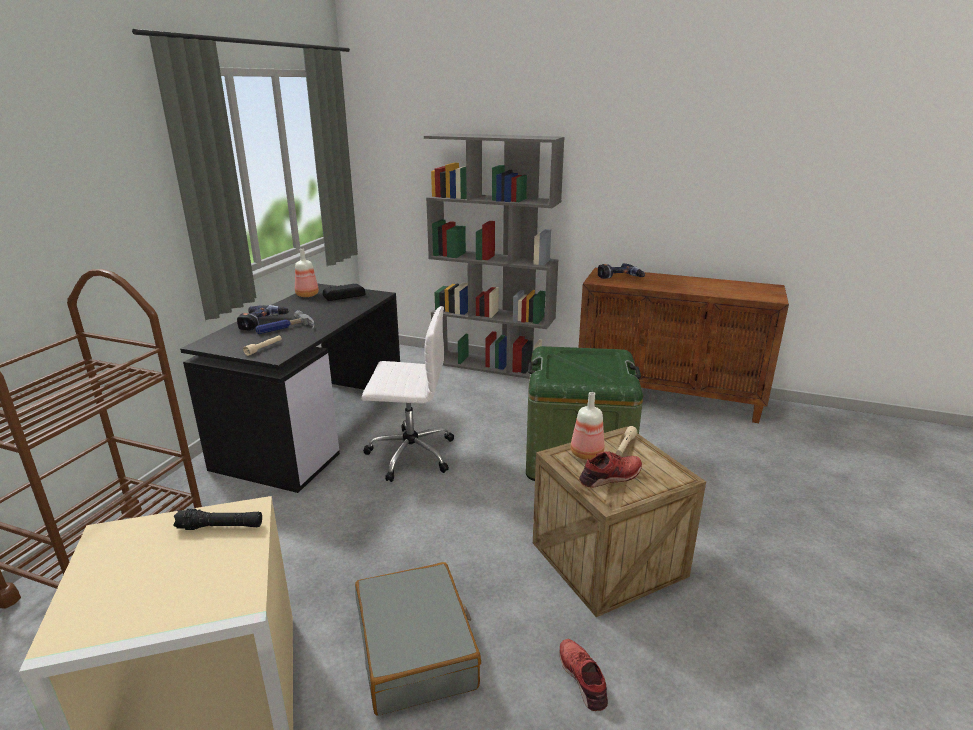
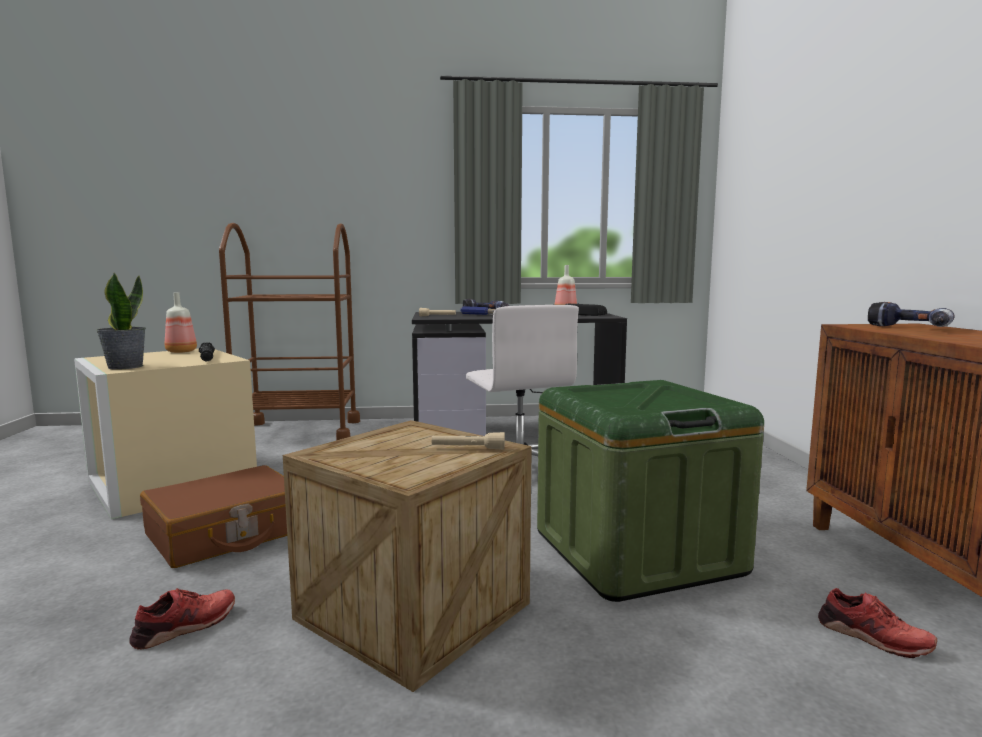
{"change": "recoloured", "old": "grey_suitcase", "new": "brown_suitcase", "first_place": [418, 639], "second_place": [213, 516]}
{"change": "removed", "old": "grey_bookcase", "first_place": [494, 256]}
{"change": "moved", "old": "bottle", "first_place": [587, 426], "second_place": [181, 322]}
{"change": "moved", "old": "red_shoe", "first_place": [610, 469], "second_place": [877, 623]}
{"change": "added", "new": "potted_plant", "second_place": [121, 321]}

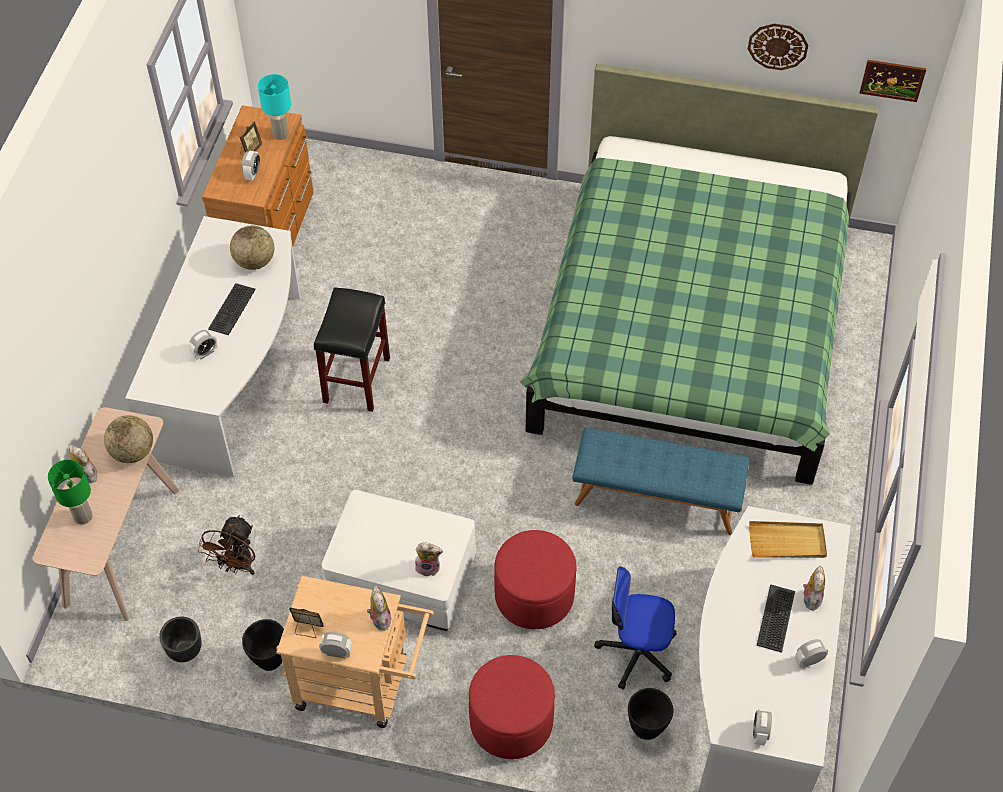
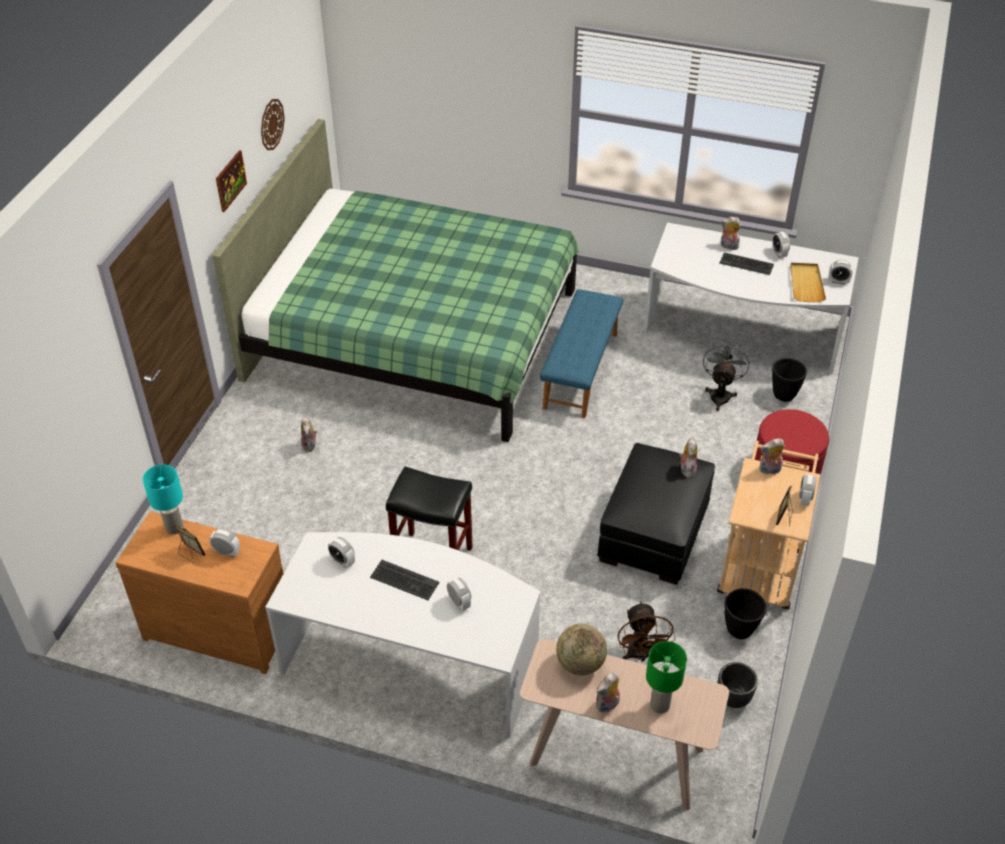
{"change": "turned", "old": "brown_fan", "first_place": [226, 545], "second_place": [647, 631], "degrees": 60}
{"change": "replaced", "old": "globe", "new": "alarm_clock", "first_place": [252, 247], "second_place": [341, 552]}
{"change": "recoloured", "old": "white_ottoman", "new": "black_ottoman", "first_place": [399, 560], "second_place": [656, 514]}
{"change": "removed", "old": "red_ottoman", "first_place": [535, 579]}
{"change": "replaced", "old": "office_chair", "new": "grey_fan", "first_place": [635, 627], "second_place": [726, 375]}
{"change": "moved", "old": "beige_tray", "first_place": [788, 539], "second_place": [808, 282]}
{"change": "moved", "old": "picture", "first_place": [892, 81], "second_place": [231, 181]}
{"change": "added", "new": "plush_toy", "second_place": [309, 434]}

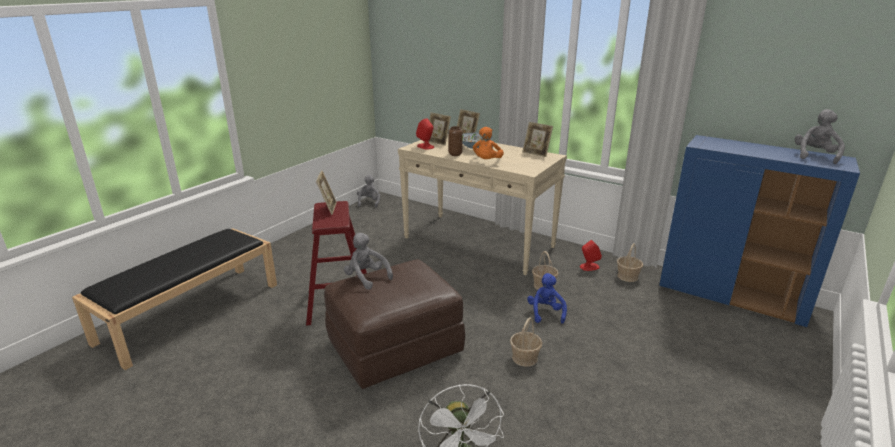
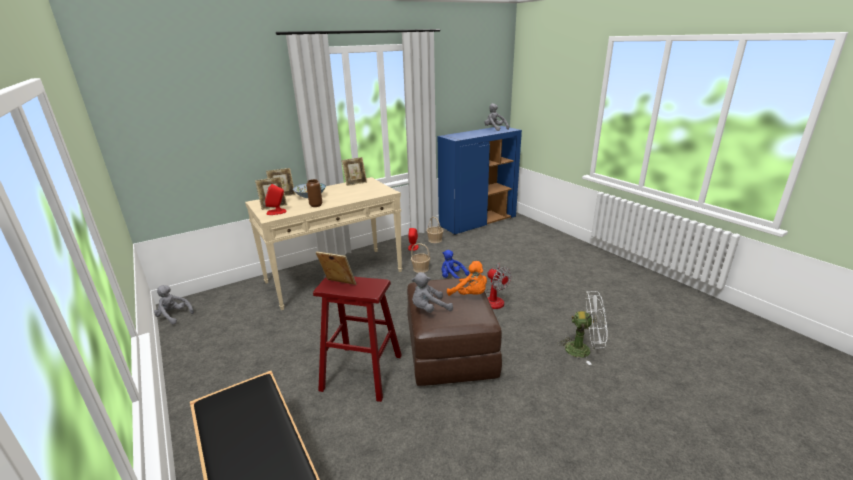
{"change": "moved", "old": "orange_plush_toy", "first_place": [488, 143], "second_place": [467, 278]}
{"change": "replaced", "old": "basket", "new": "fan", "first_place": [526, 342], "second_place": [499, 286]}

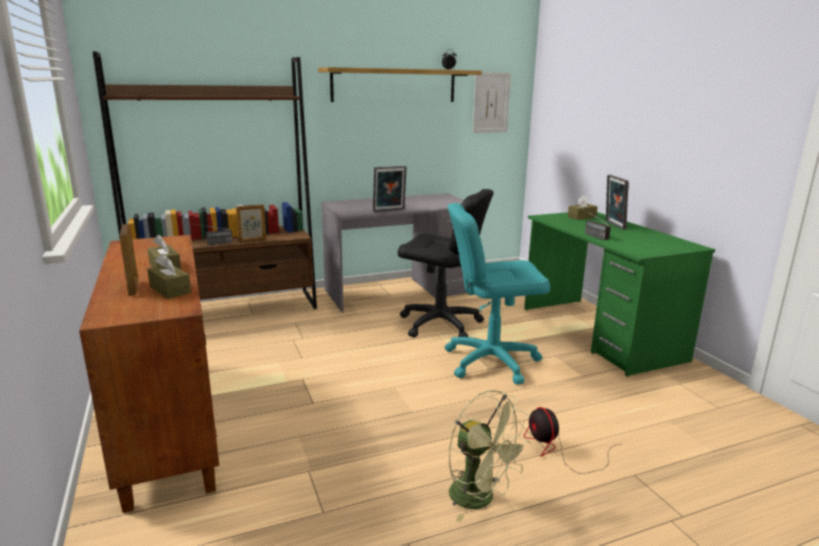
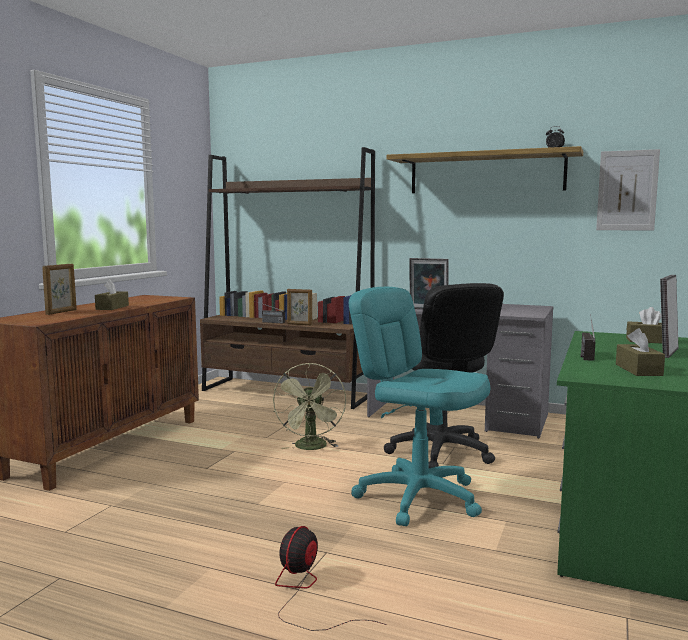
{"change": "moved", "old": "brown_tissue_box", "first_place": [169, 276], "second_place": [640, 352]}
{"change": "moved", "old": "green_fan", "first_place": [490, 456], "second_place": [309, 406]}

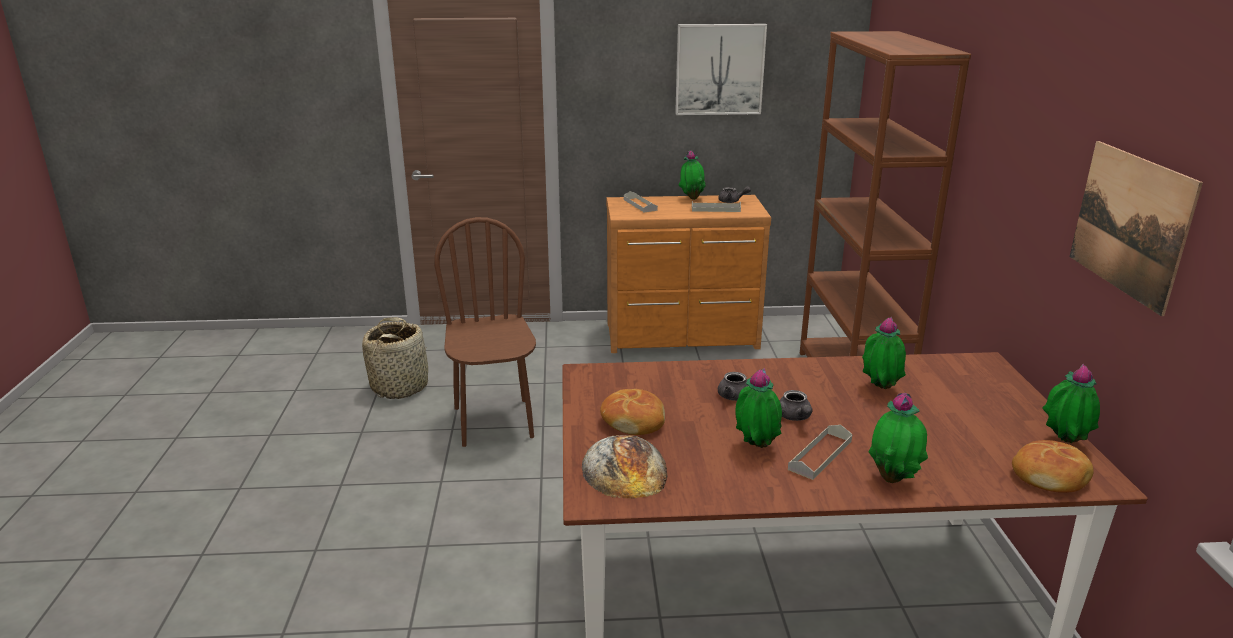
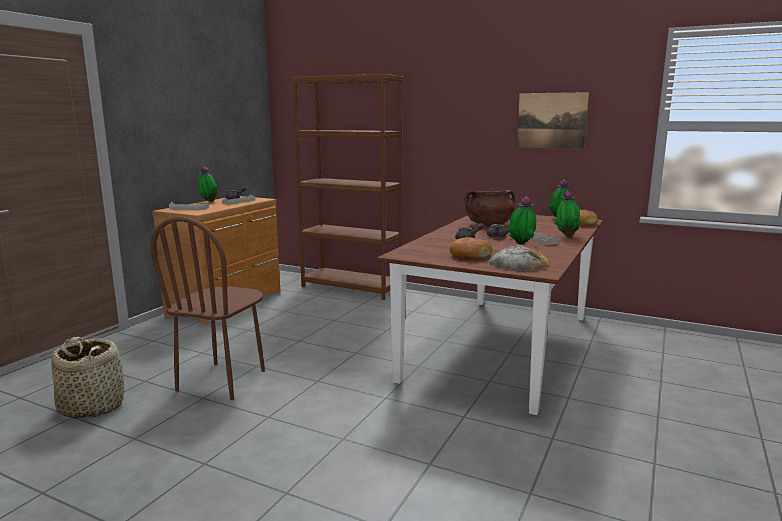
{"change": "turned", "old": "brown_chair", "first_place": [485, 332], "second_place": [208, 308], "degrees": -90}
{"change": "removed", "old": "picture", "first_place": [721, 69]}
{"change": "replaced", "old": "potted_plant", "new": "brown_cooking_pot", "first_place": [884, 353], "second_place": [490, 208]}

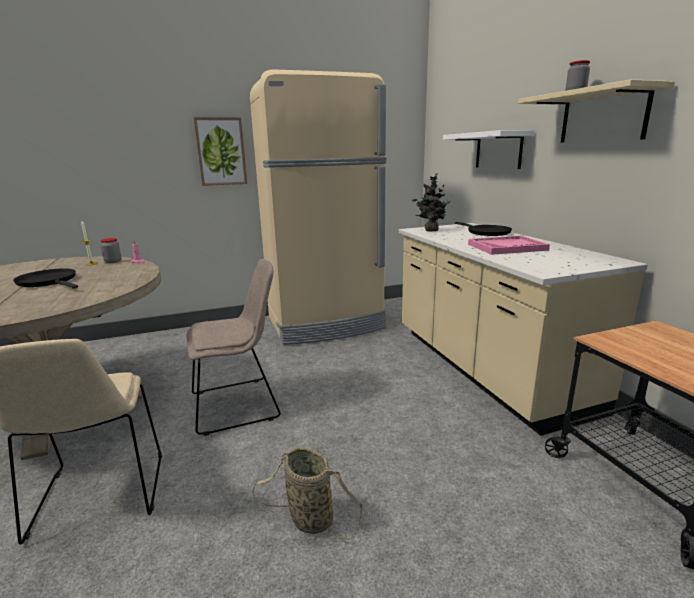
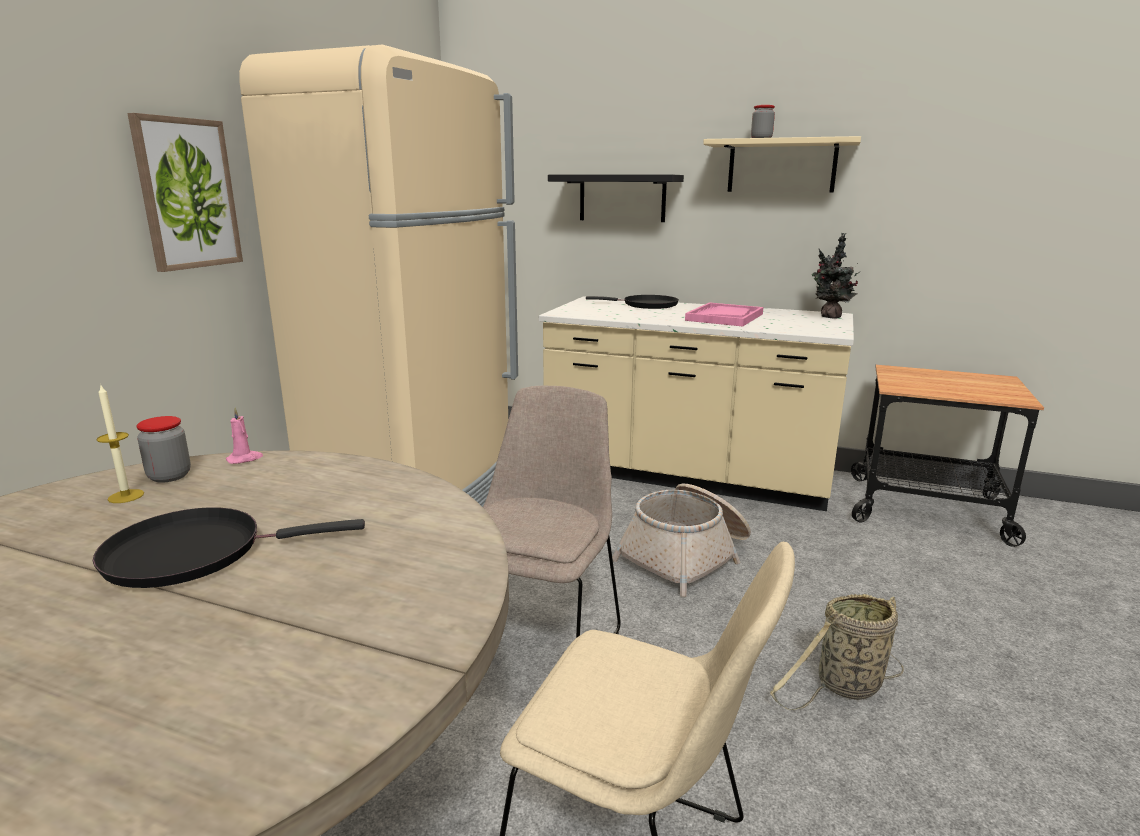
{"change": "moved", "old": "potted_plant", "first_place": [431, 202], "second_place": [836, 275]}
{"change": "recoloured", "old": "white_shelf", "new": "black_shelf", "first_place": [488, 149], "second_place": [616, 198]}
{"change": "added", "new": "basket", "second_place": [681, 540]}

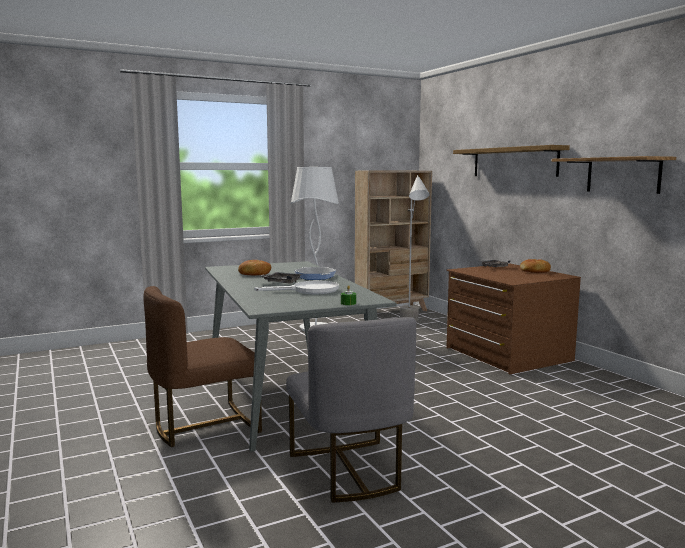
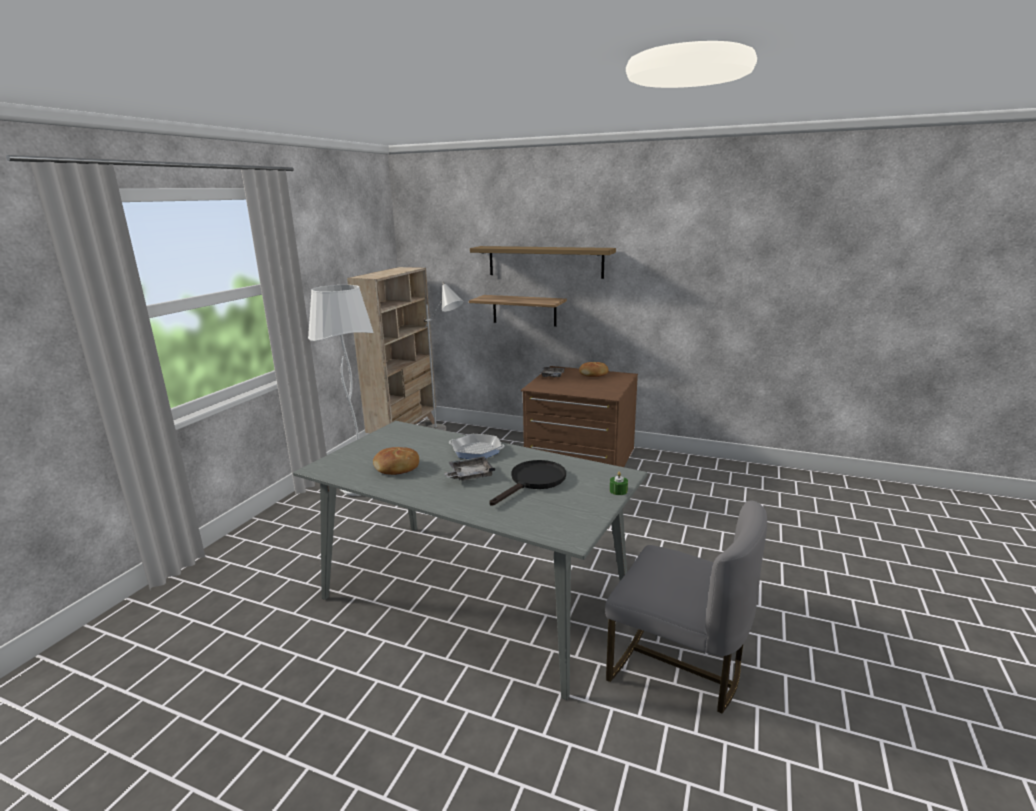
{"change": "removed", "old": "brown_chair", "first_place": [202, 366]}
{"change": "recoloured", "old": "white_frying_pan", "new": "black_frying_pan", "first_place": [296, 287], "second_place": [527, 482]}
{"change": "moved", "old": "shelf", "first_place": [614, 175], "second_place": [518, 311]}

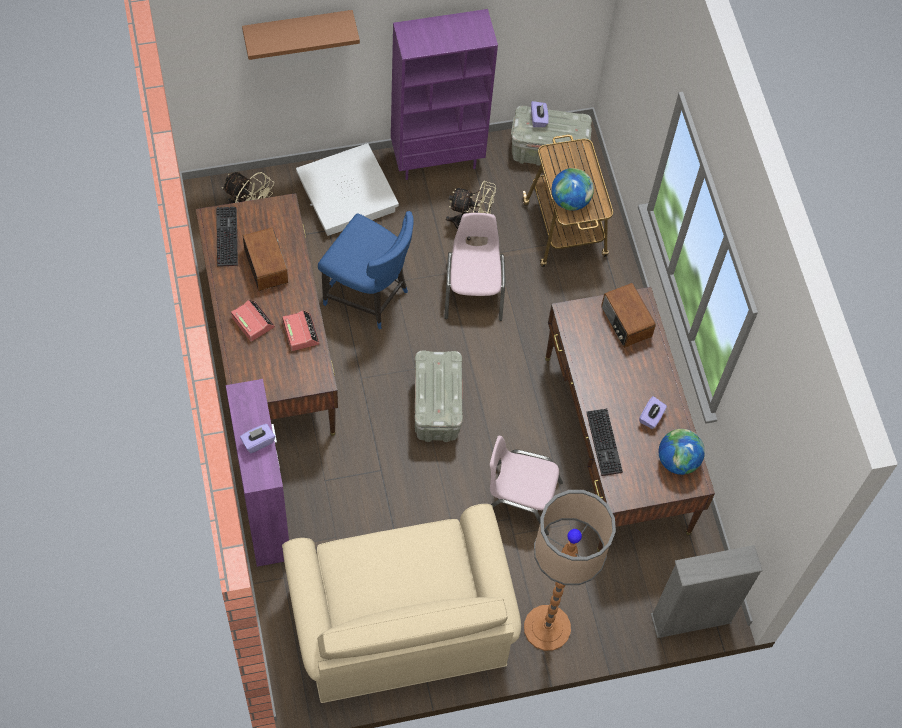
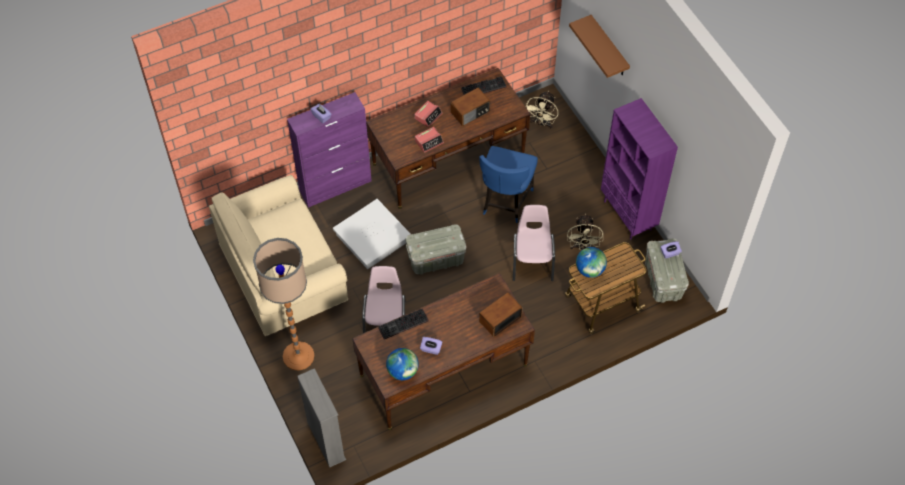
{"change": "moved", "old": "white_storage_box", "first_place": [347, 189], "second_place": [371, 234]}
{"change": "turned", "old": "pink_chair", "first_place": [474, 267], "second_place": [534, 243], "degrees": -75}

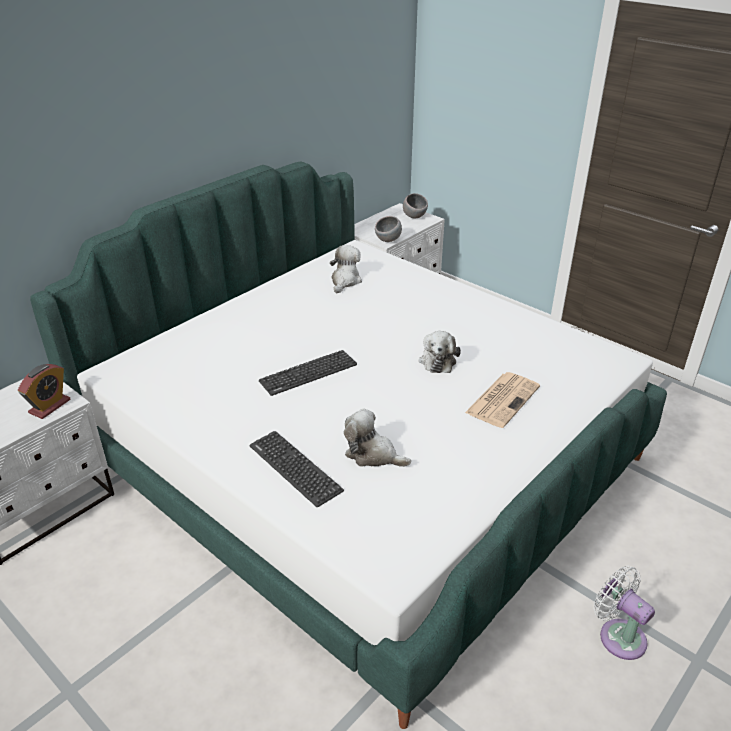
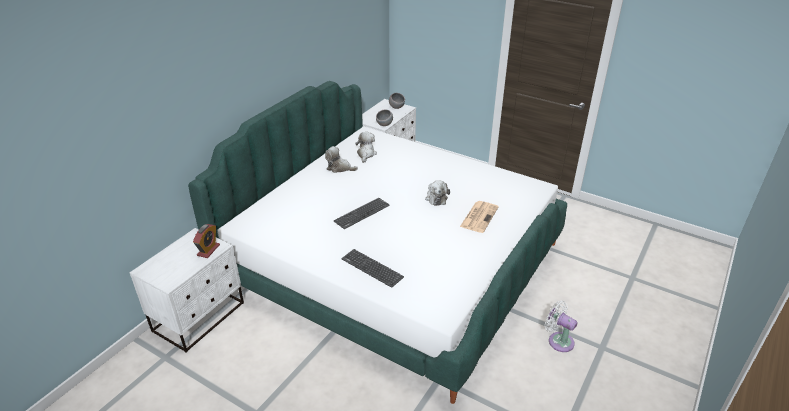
{"change": "moved", "old": "plush_toy", "first_place": [377, 438], "second_place": [341, 159]}

